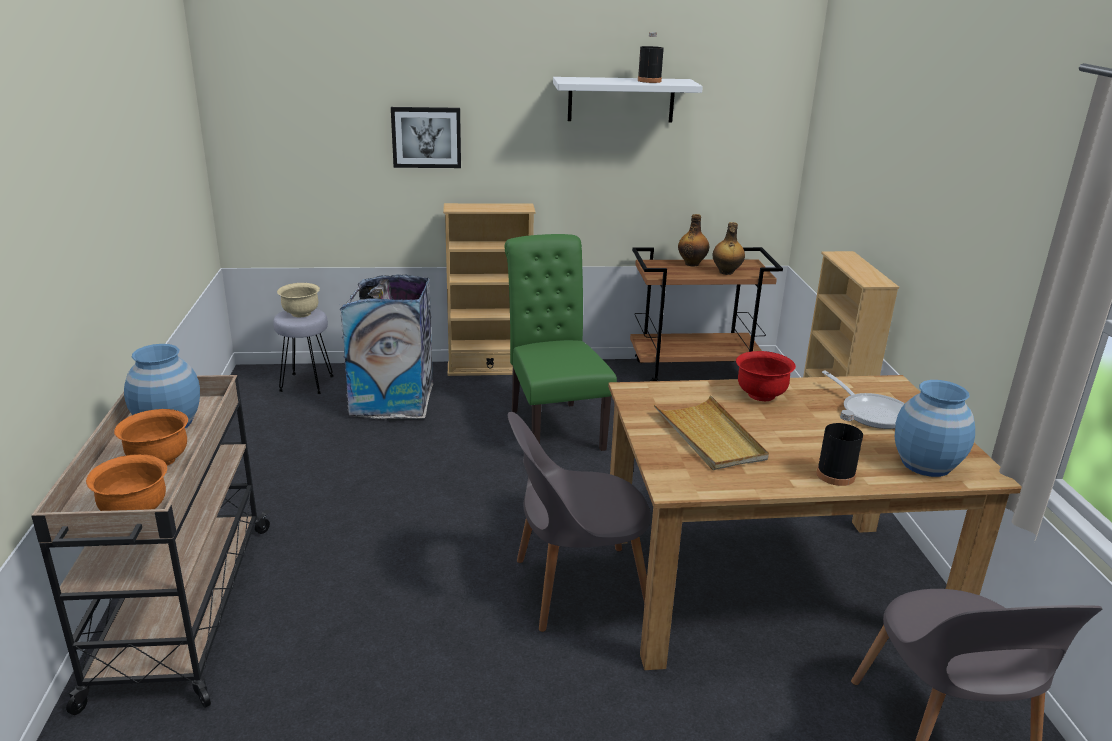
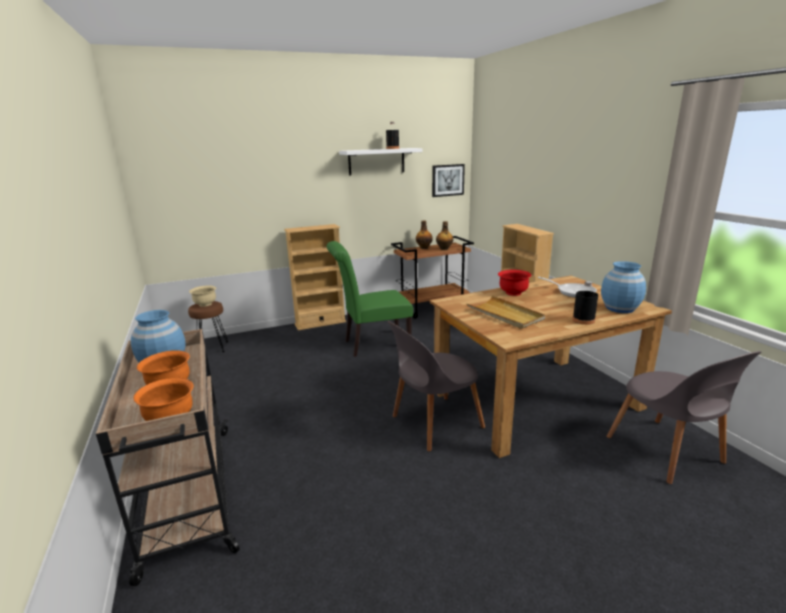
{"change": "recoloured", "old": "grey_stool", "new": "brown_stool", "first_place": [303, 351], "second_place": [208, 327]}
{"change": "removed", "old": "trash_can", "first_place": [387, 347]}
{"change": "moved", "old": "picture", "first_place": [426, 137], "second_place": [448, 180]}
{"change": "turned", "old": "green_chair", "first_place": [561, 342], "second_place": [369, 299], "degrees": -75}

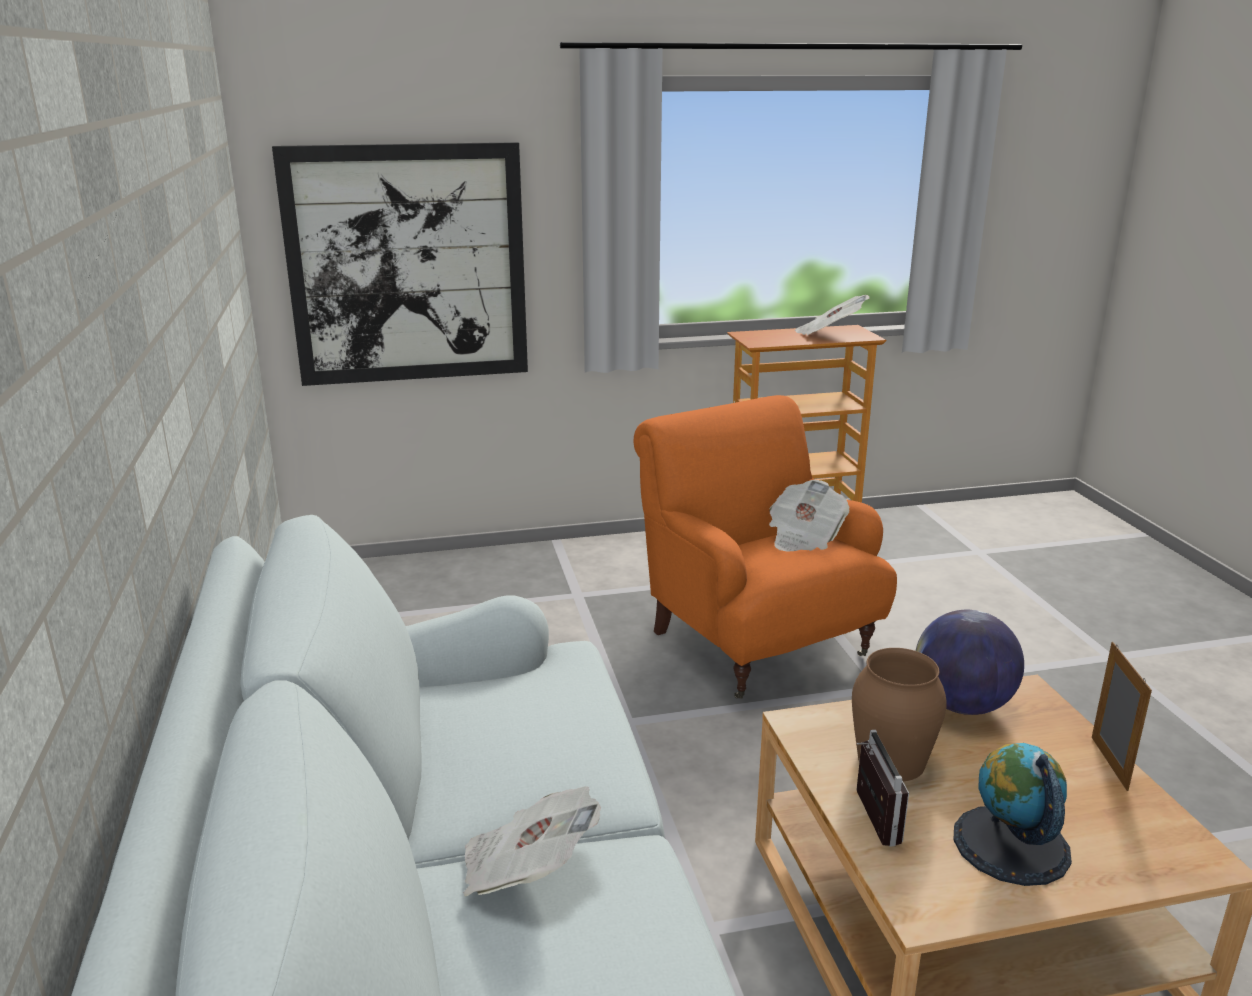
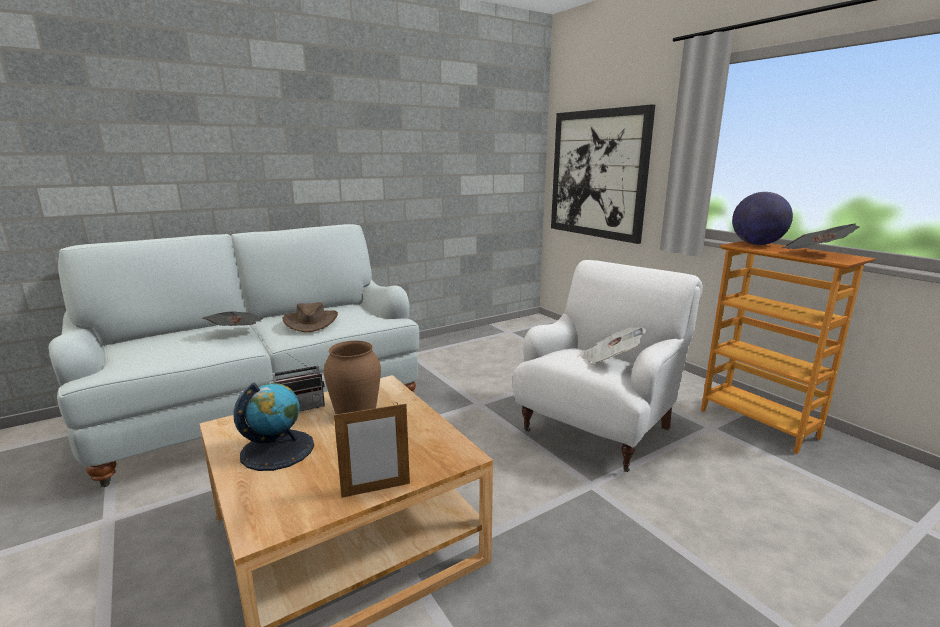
{"change": "recoloured", "old": "orange_armchair", "new": "white_armchair", "first_place": [765, 547], "second_place": [607, 366]}
{"change": "moved", "old": "globe", "first_place": [970, 662], "second_place": [762, 218]}
{"change": "added", "new": "brown_hat", "second_place": [310, 317]}

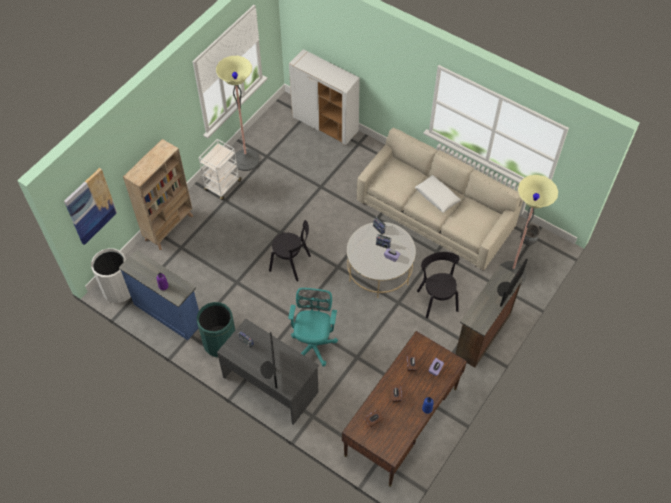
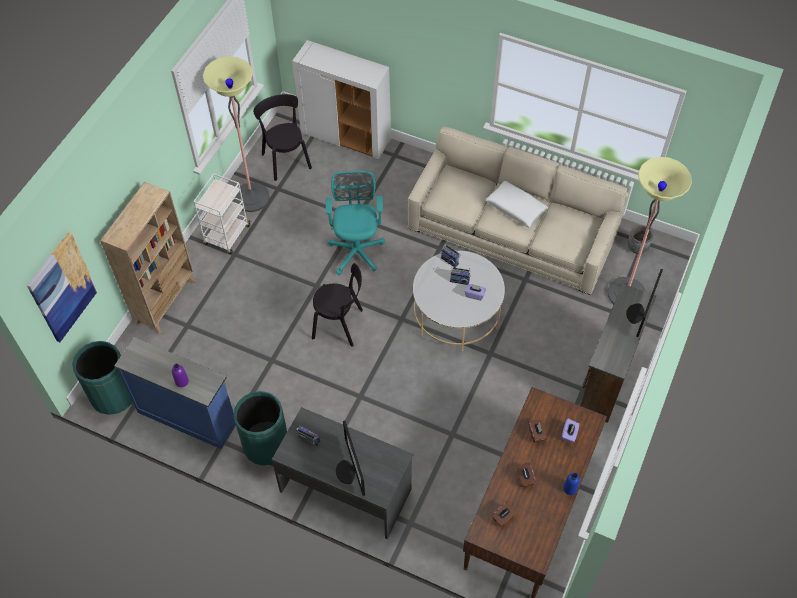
{"change": "recoloured", "old": "white_trash_can", "new": "green_trash_can", "first_place": [111, 275], "second_place": [102, 378]}
{"change": "moved", "old": "turquoise_office_chair", "first_place": [313, 327], "second_place": [355, 223]}
{"change": "moved", "old": "black_chair", "first_place": [438, 285], "second_place": [282, 137]}

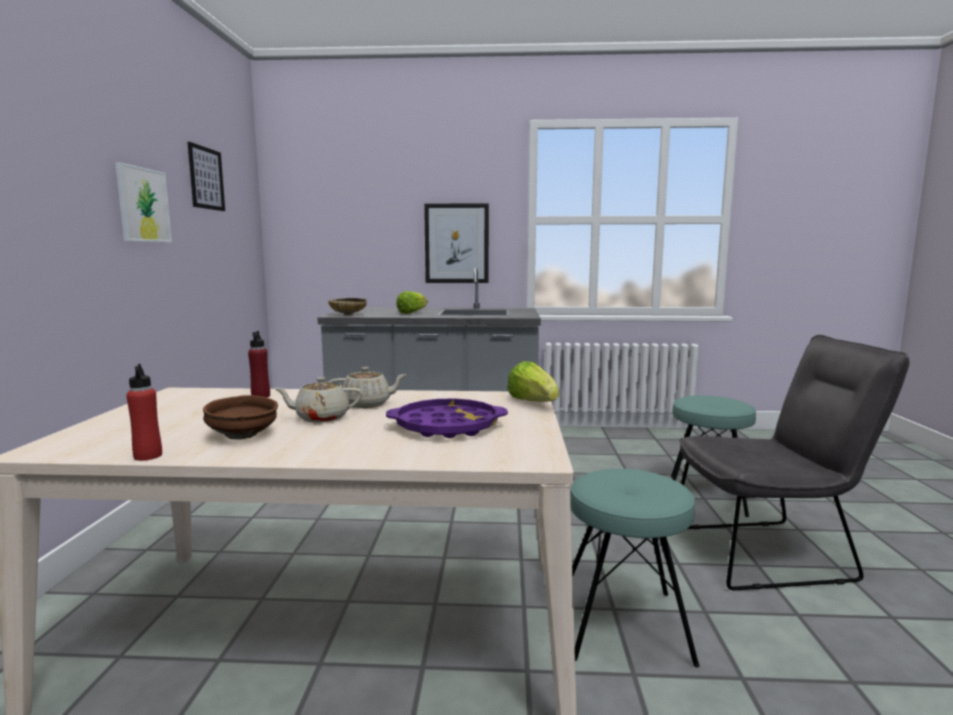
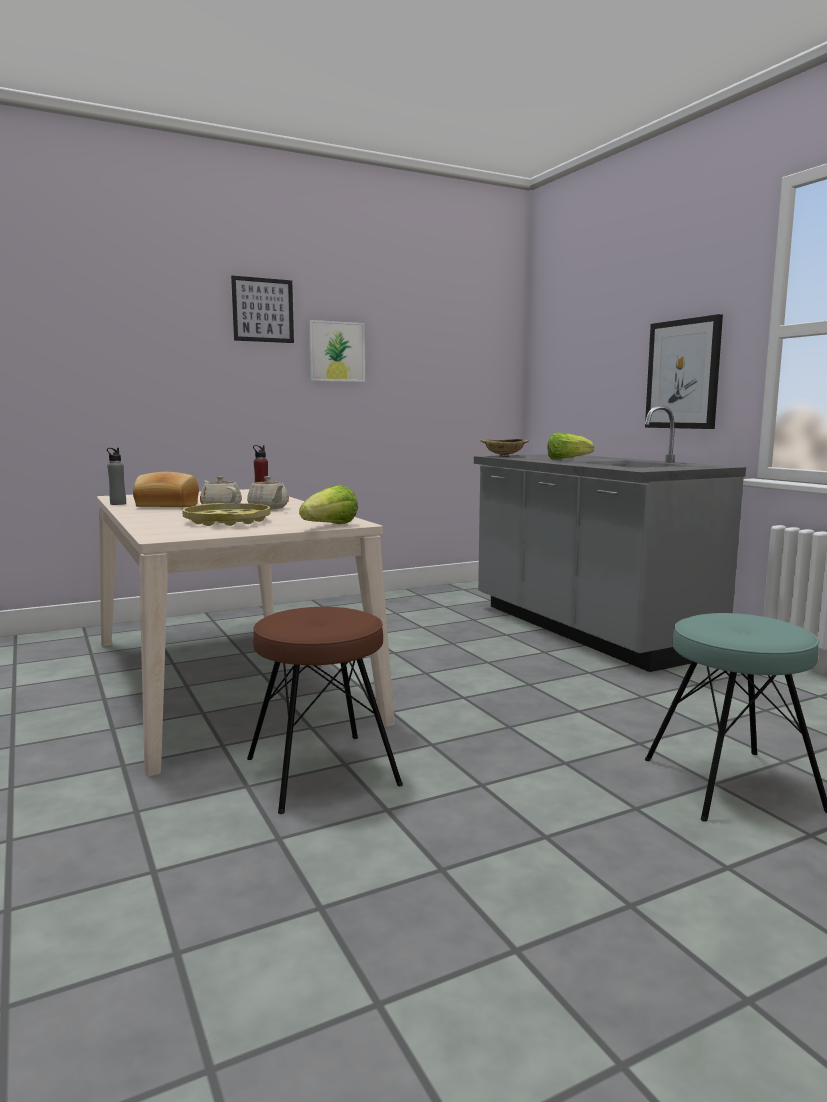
{"change": "recoloured", "old": "red_bottle", "new": "grey_bottle", "first_place": [144, 412], "second_place": [116, 476]}
{"change": "moved", "old": "picture", "first_place": [206, 176], "second_place": [262, 309]}
{"change": "replaced", "old": "brown_bowl", "new": "bread", "first_place": [240, 417], "second_place": [166, 489]}
{"change": "recoloured", "old": "purple_tray", "new": "yellow_tray", "first_place": [447, 418], "second_place": [226, 514]}
{"change": "recoloured", "old": "turquoise_stool", "new": "brown_stool", "first_place": [635, 568], "second_place": [325, 710]}
{"change": "removed", "old": "grey_chair", "first_place": [794, 462]}

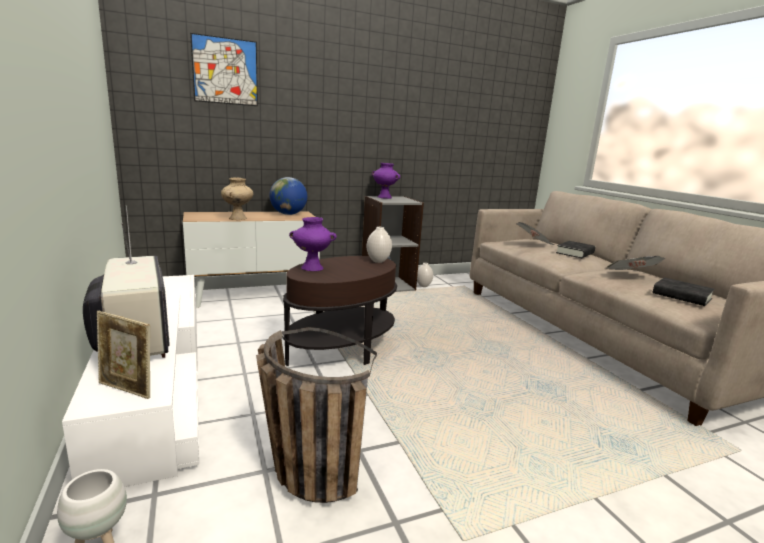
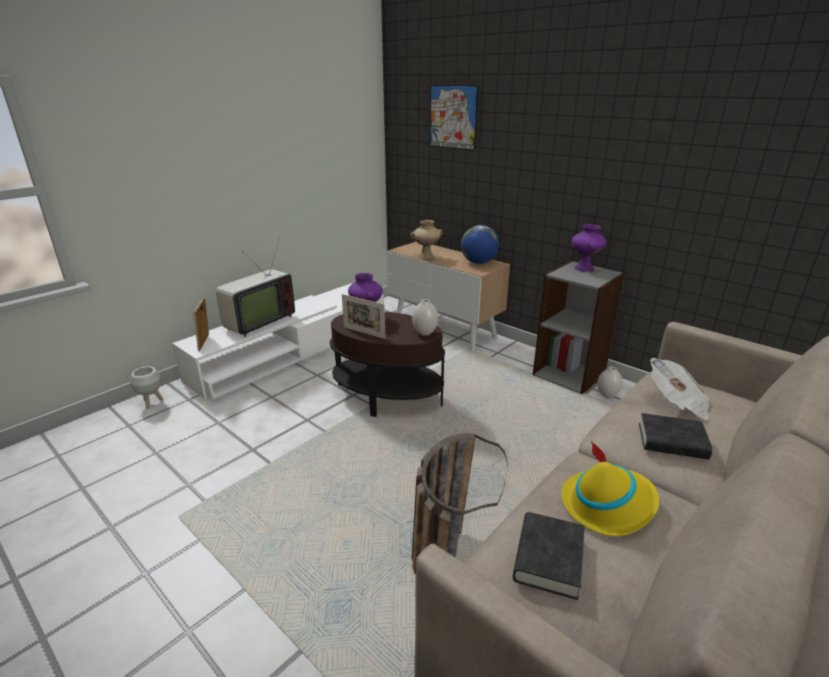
{"change": "moved", "old": "basket", "first_place": [316, 415], "second_place": [460, 503]}
{"change": "replaced", "old": "newspaper", "new": "yellow_hat", "first_place": [635, 263], "second_place": [611, 488]}
{"change": "added", "new": "picture_frame", "second_place": [364, 316]}

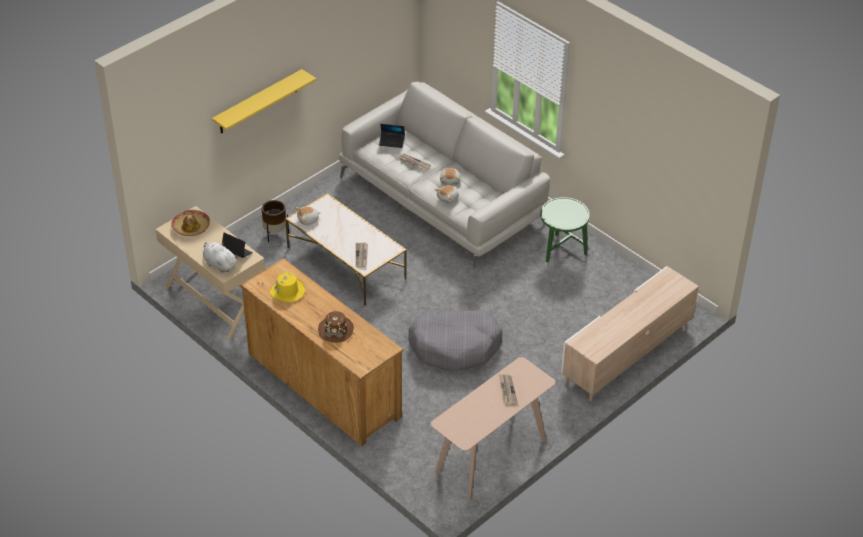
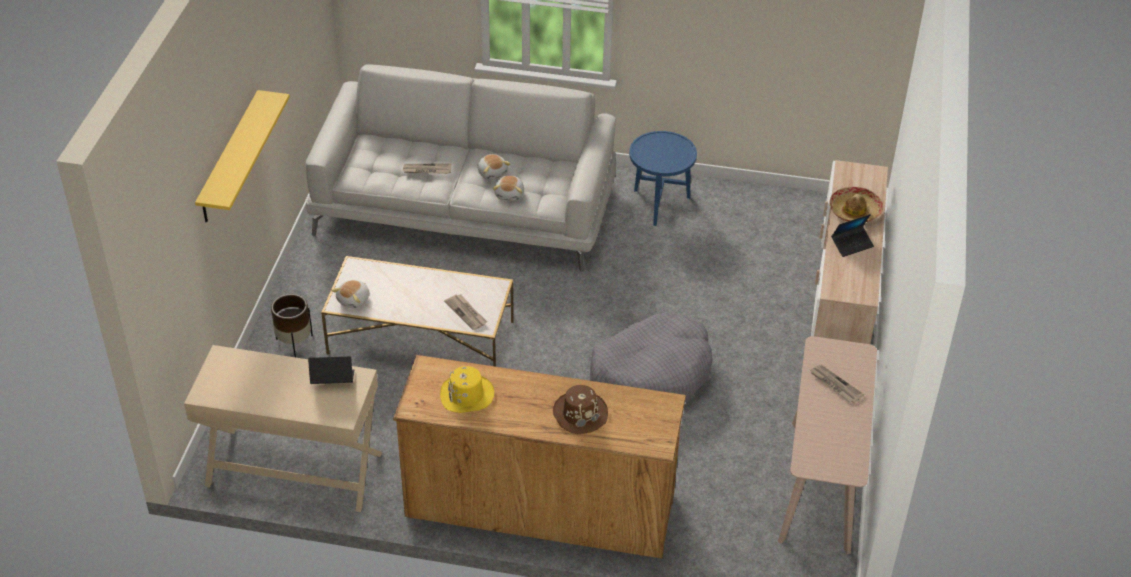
{"change": "moved", "old": "hat", "first_place": [190, 223], "second_place": [856, 204]}
{"change": "removed", "old": "white_plush_toy", "first_place": [220, 257]}
{"change": "moved", "old": "laptop", "first_place": [392, 136], "second_place": [852, 235]}
{"change": "recoloured", "old": "green_side_table", "new": "blue_side_table", "first_place": [565, 229], "second_place": [663, 178]}

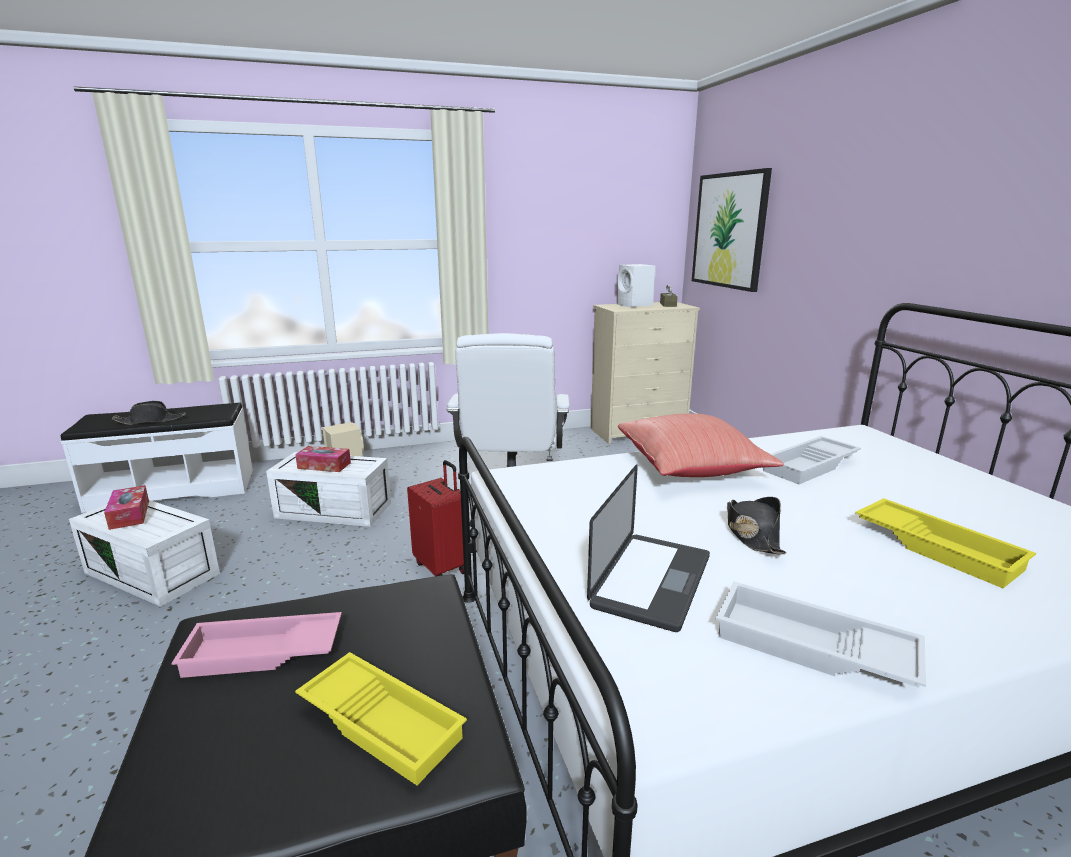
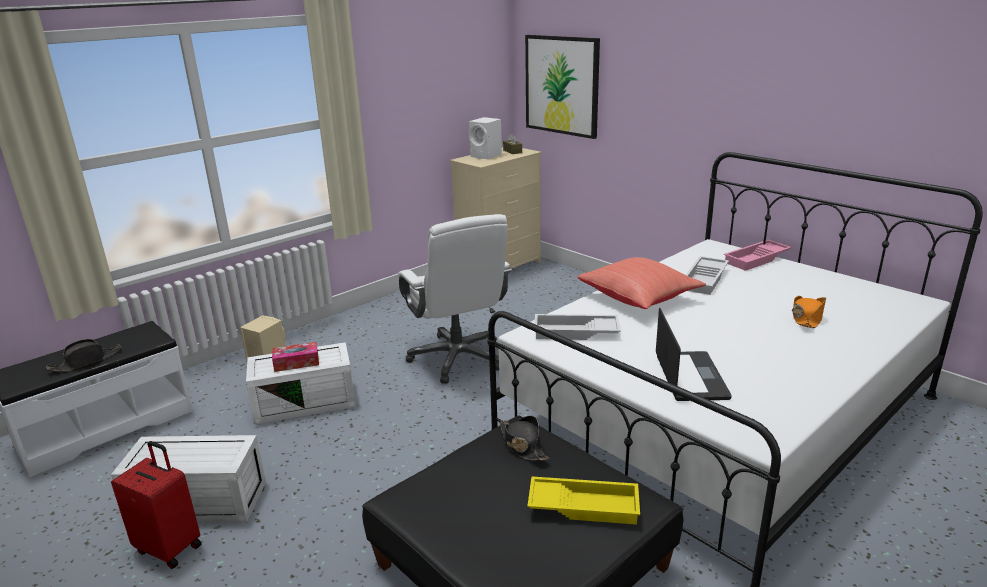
{"change": "removed", "old": "tissue_box", "first_place": [126, 507]}
{"change": "moved", "old": "pink_tray", "first_place": [256, 645], "second_place": [758, 255]}
{"change": "moved", "old": "red_suitcase", "first_place": [435, 518], "second_place": [156, 505]}
{"change": "moved", "old": "white_tray", "first_place": [821, 634], "second_place": [577, 327]}
{"change": "moved", "old": "black_hat", "first_place": [756, 525], "second_place": [524, 438]}
{"change": "replaced", "old": "yellow_tray", "new": "orange_hat", "first_place": [945, 543], "second_place": [809, 312]}

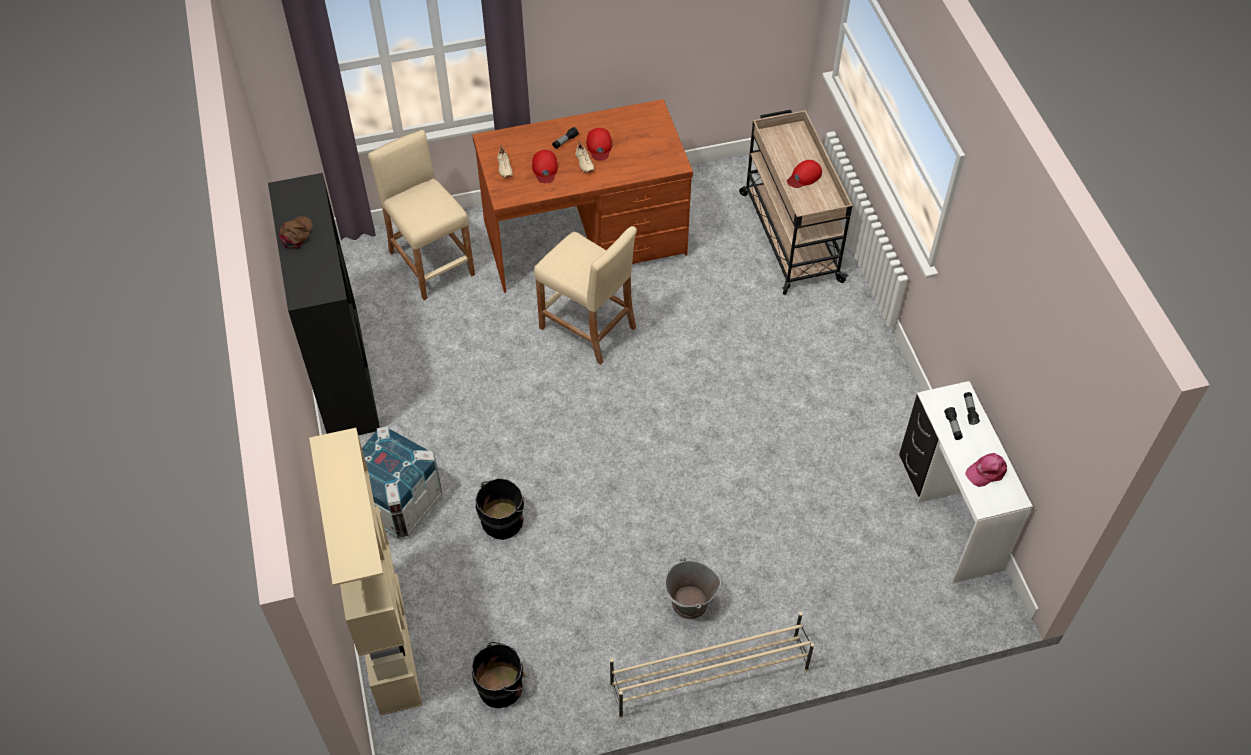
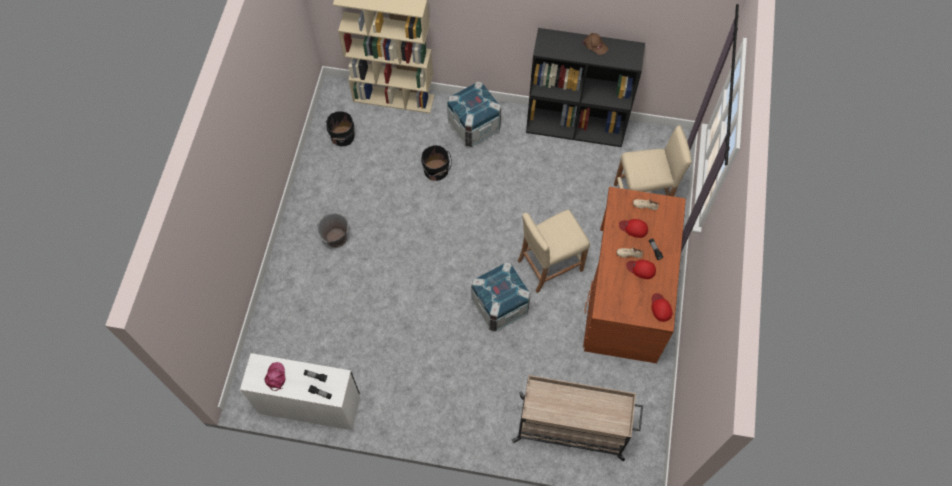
{"change": "removed", "old": "beige_shoe_rack", "first_place": [712, 665]}
{"change": "moved", "old": "red_cap", "first_place": [804, 174], "second_place": [661, 307]}
{"change": "added", "new": "crate", "second_place": [501, 296]}

